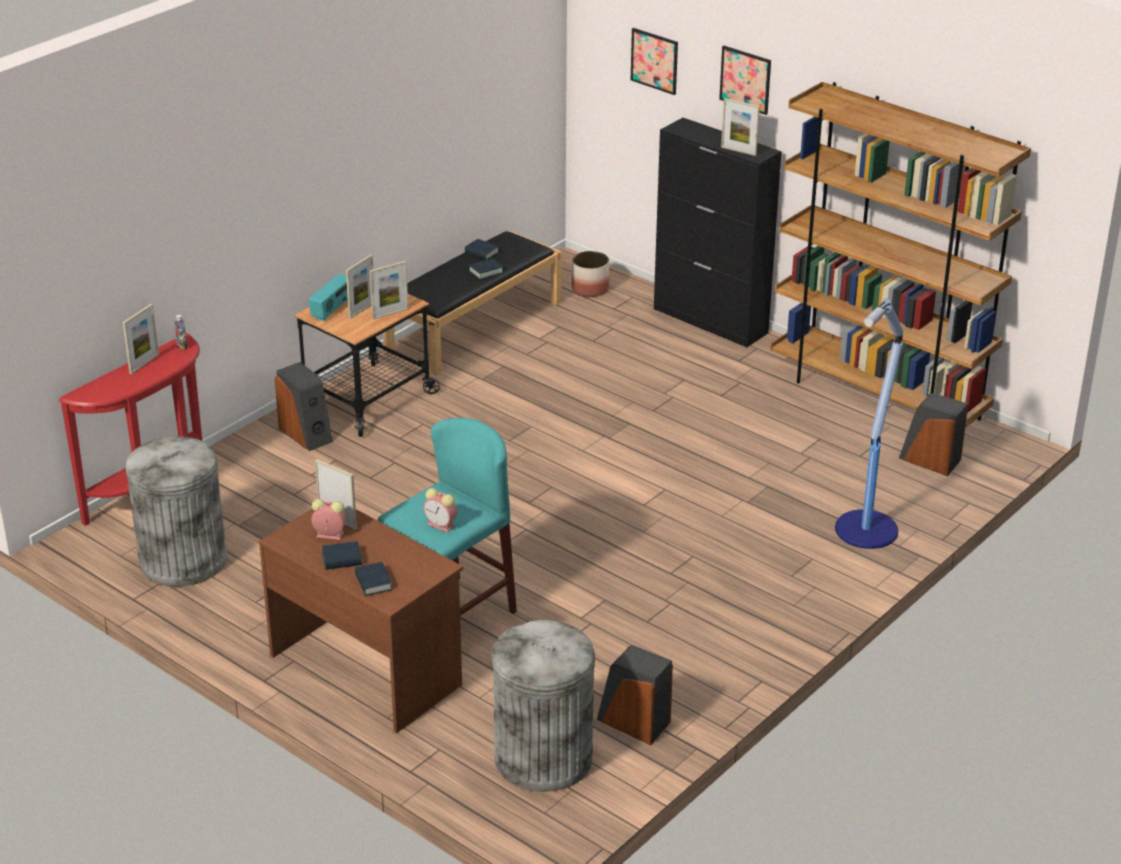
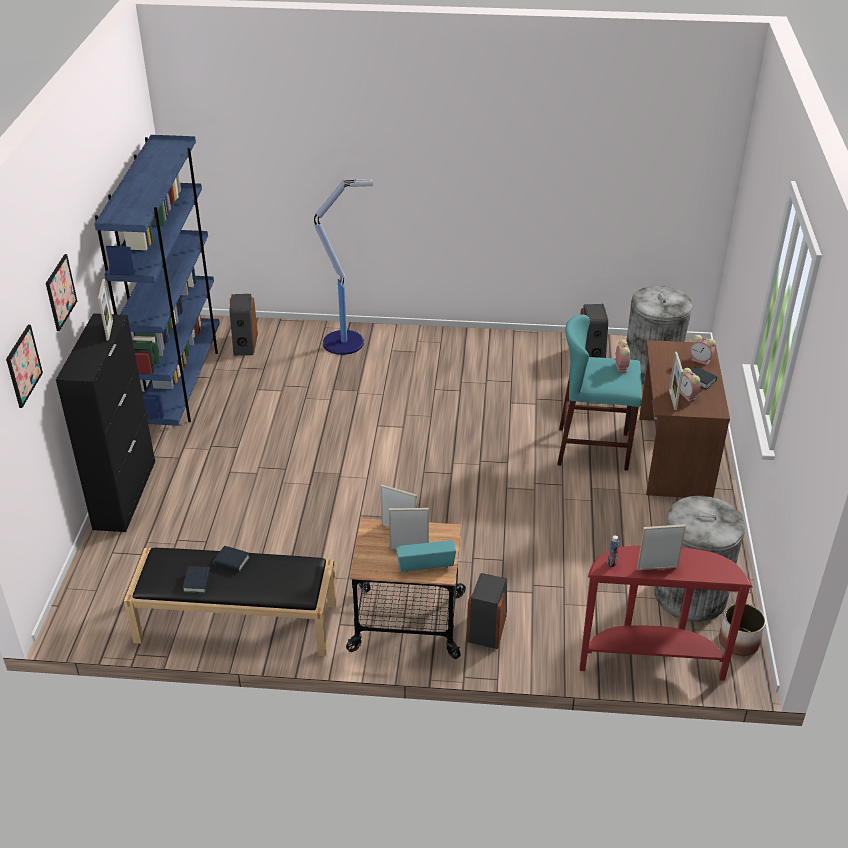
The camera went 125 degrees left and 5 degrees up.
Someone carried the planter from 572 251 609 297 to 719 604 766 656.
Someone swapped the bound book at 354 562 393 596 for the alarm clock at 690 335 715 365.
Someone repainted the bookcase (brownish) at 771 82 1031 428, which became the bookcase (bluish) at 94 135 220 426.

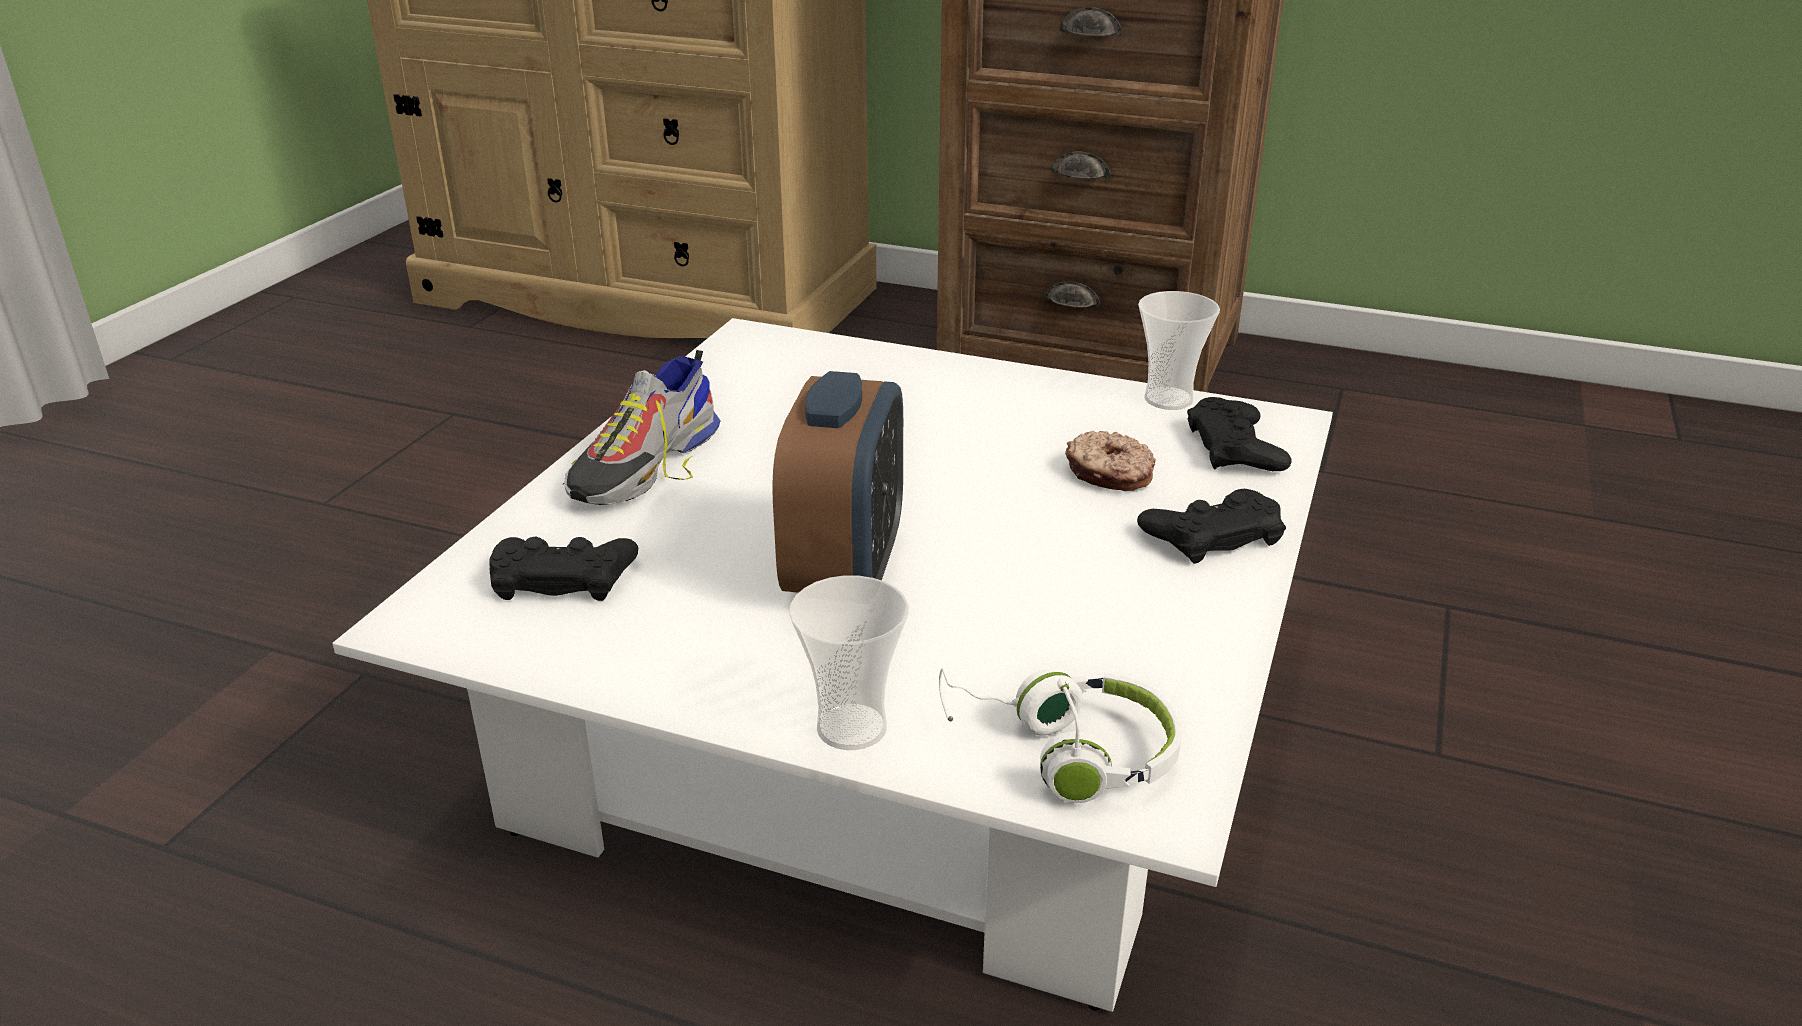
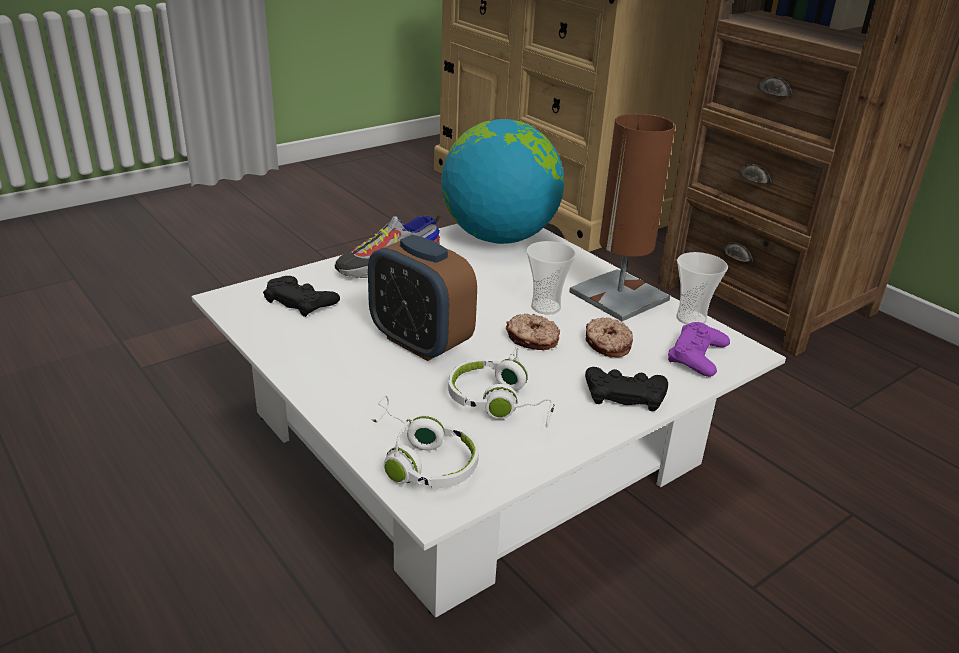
The camera went 30 degrees right and 0 degrees up.
Someone put down the world globe at 441 119 564 244.
Someone put down the pair of headphones (whitish) at 448 347 554 428.
Someone put down the ring doughnut at 506 314 560 350.
Someone put down the lamp for a table (brownish) at 569 113 675 321.
Someone carried the small cup from 789 575 909 750 to 527 241 576 315.
Someone repainted the gamepad (blackish) at 1187 397 1292 471, which became the gamepad (purplish) at 668 322 730 377.
Someone rotated the alarm clock at 772 371 903 593 by 90 degrees clockwise.

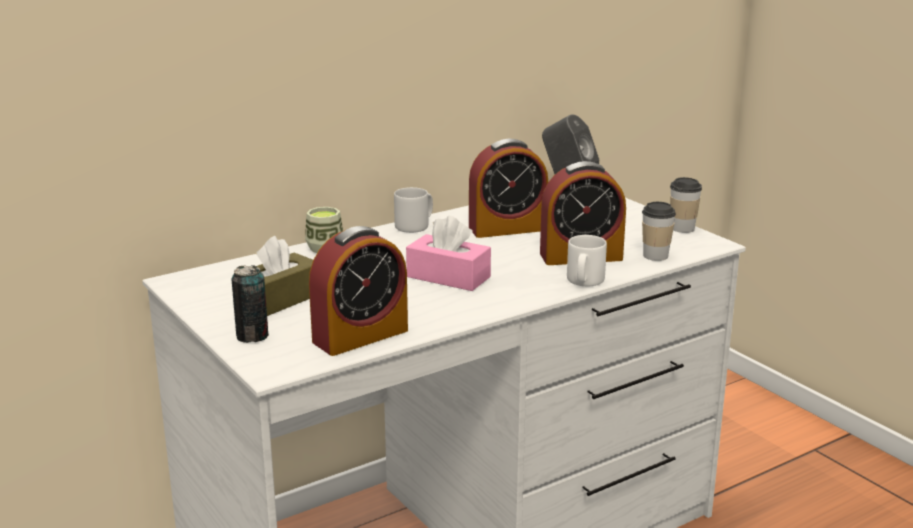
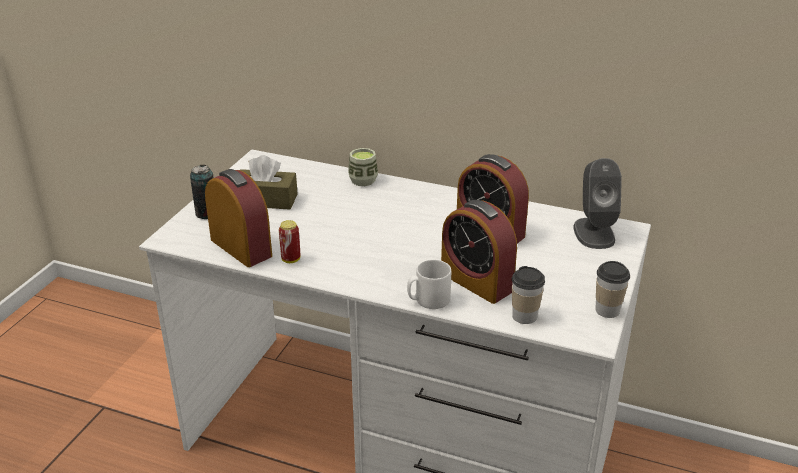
The camera went 55 degrees right and 10 degrees up.
Someone took away the tea mug (greyish) at 394 187 433 233.
Someone took away the tissue holder (pink-coloured) at 406 216 491 291.
Someone put down the can at 279 220 300 263.
Someone rotated the alarm clock at 309 226 408 356 by 150 degrees counterclockwise.

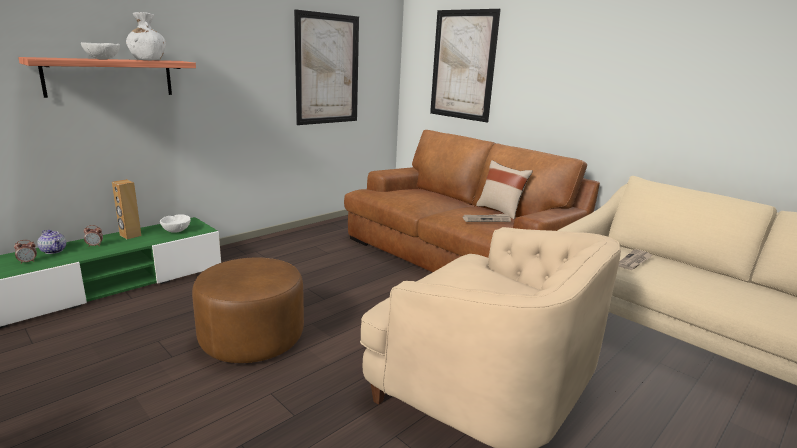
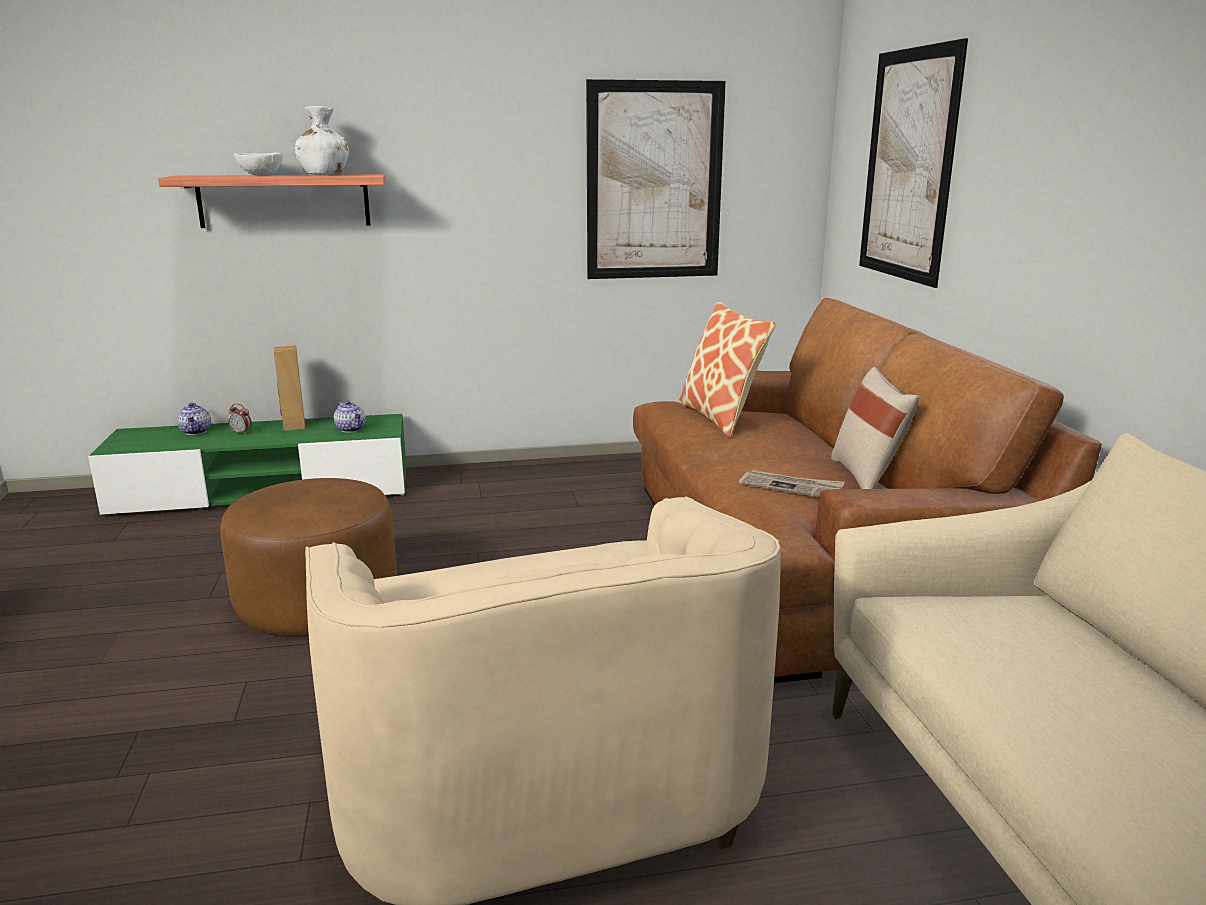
The camera went 35 degrees right and 0 degrees up.
Someone took away the alarm clock at 14 240 37 264.
Someone took away the printed paper at 619 249 653 270.
Someone put down the cushion at 678 301 776 437.
Someone swapped the serving bowl (whitish) at 160 214 191 233 for the pot for tea at 334 400 366 433.

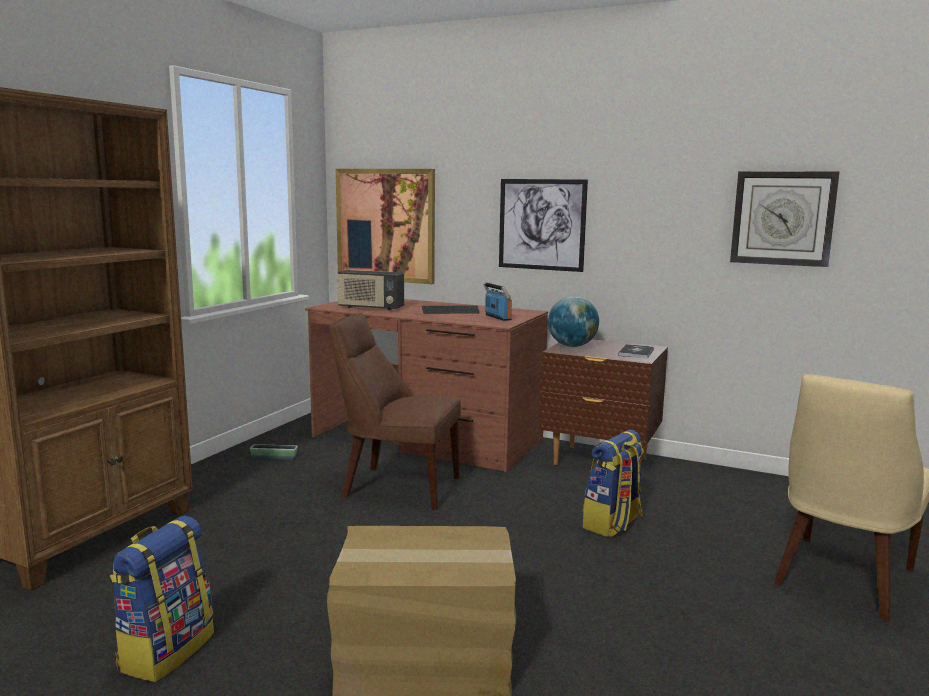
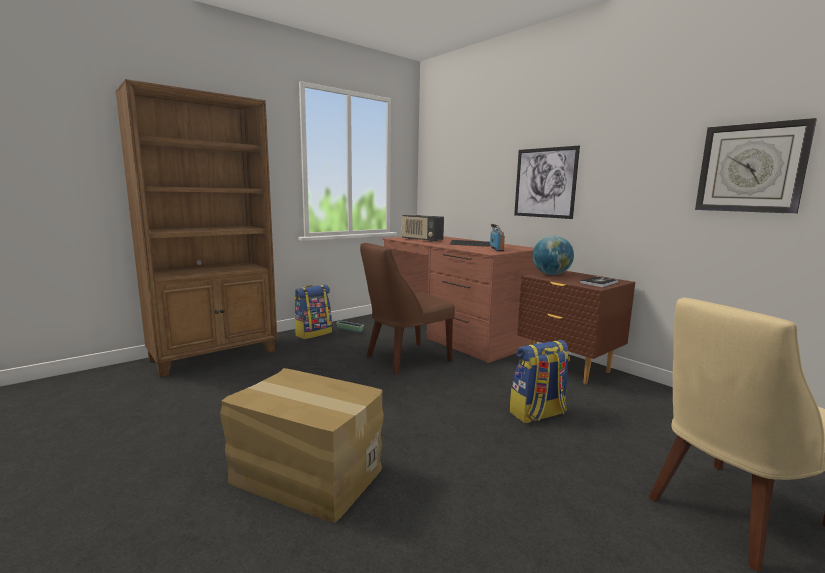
The camera went 25 degrees right and 0 degrees up.
Someone took away the wall picture at 336 169 435 284.
Someone carried the knapsack from 110 516 214 682 to 294 284 332 339.
Someone rotated the chair (brownish) at 329 313 461 510 by 75 degrees counterclockwise.

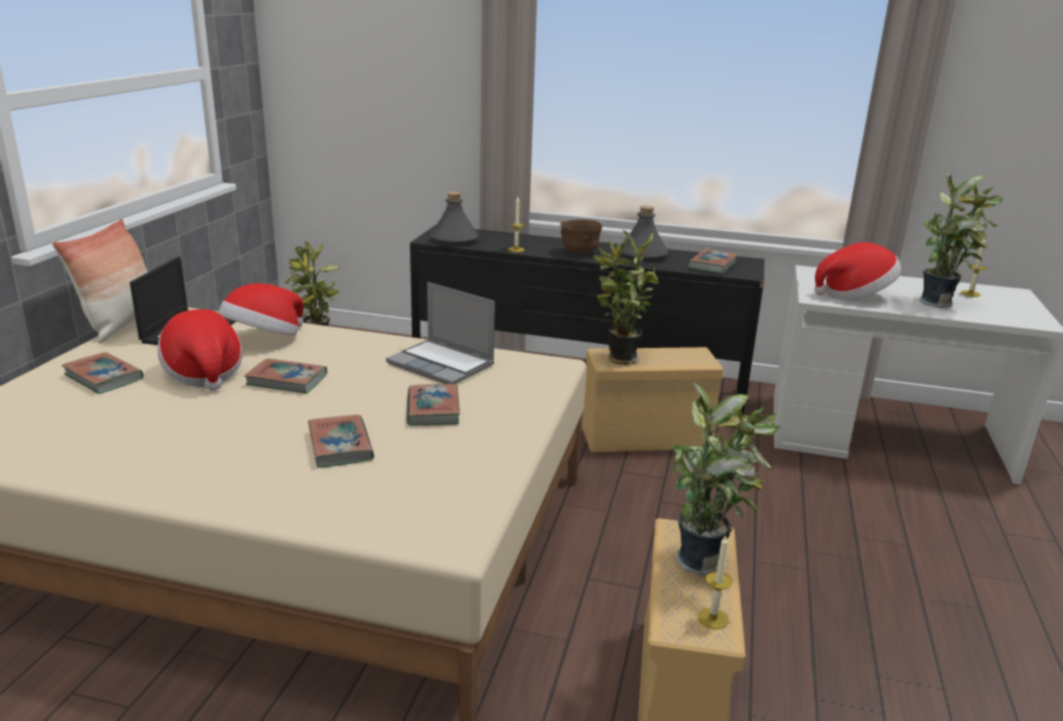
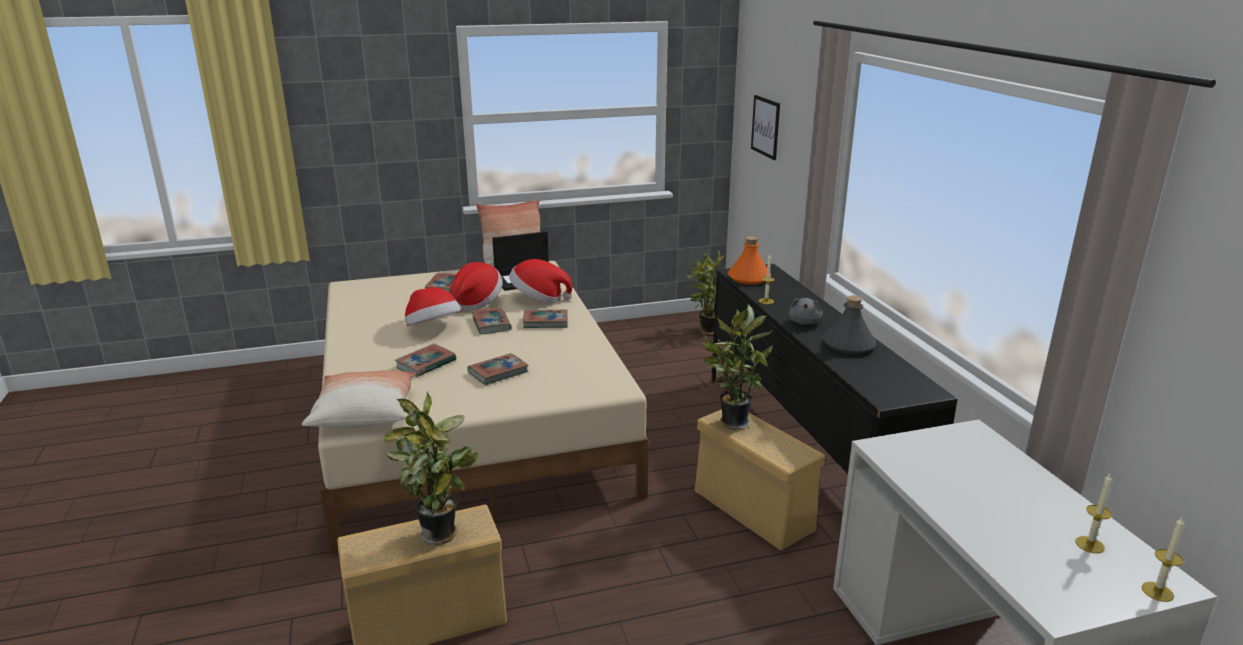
The camera went 60 degrees right and 0 degrees up.
Someone took away the notebook computer at 386 282 495 384.
Someone took away the plant in a pot at 919 170 1004 308.
Someone put down the cushion at 302 370 416 428.
Someone put up the wall picture at 751 95 780 160.
Someone carried the bound book from 687 249 738 274 to 523 310 568 328.
Someone carried the wax light from 697 534 733 629 to 1141 517 1184 602.
Someone carried the hat from 814 242 901 299 to 405 287 461 326.
Someone swapped the serving bowl (brownish) at 560 219 602 254 for the soft toy (greyish) at 789 298 823 325.
Someone repainted the drink bottle (greyish) at 430 192 478 245, which became the drink bottle (orange) at 728 236 771 285.

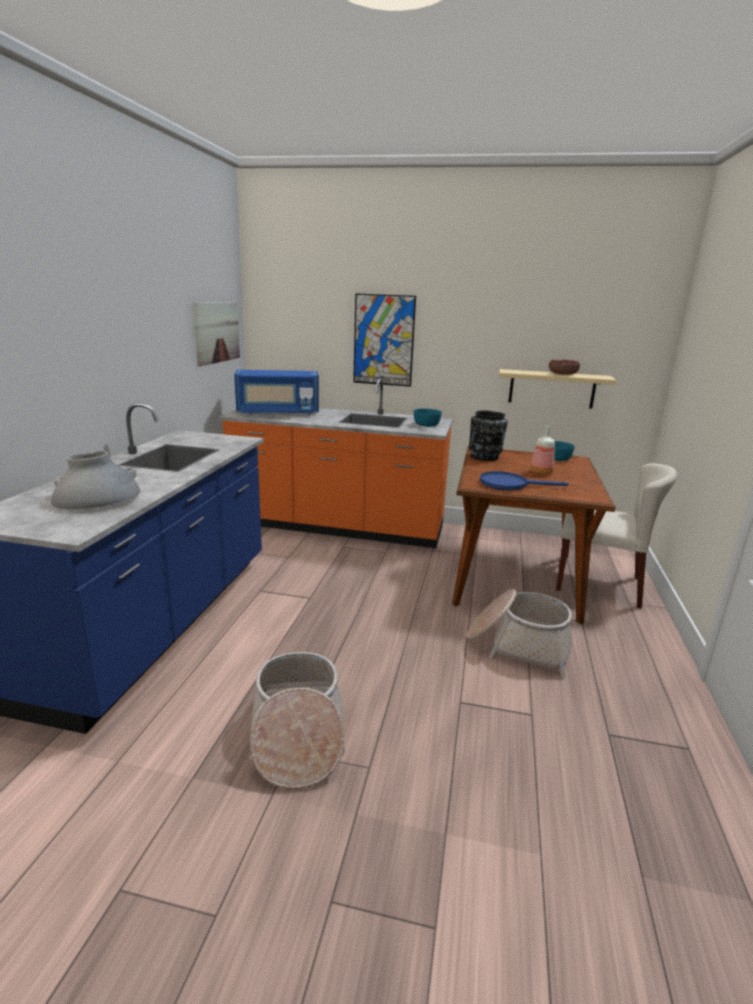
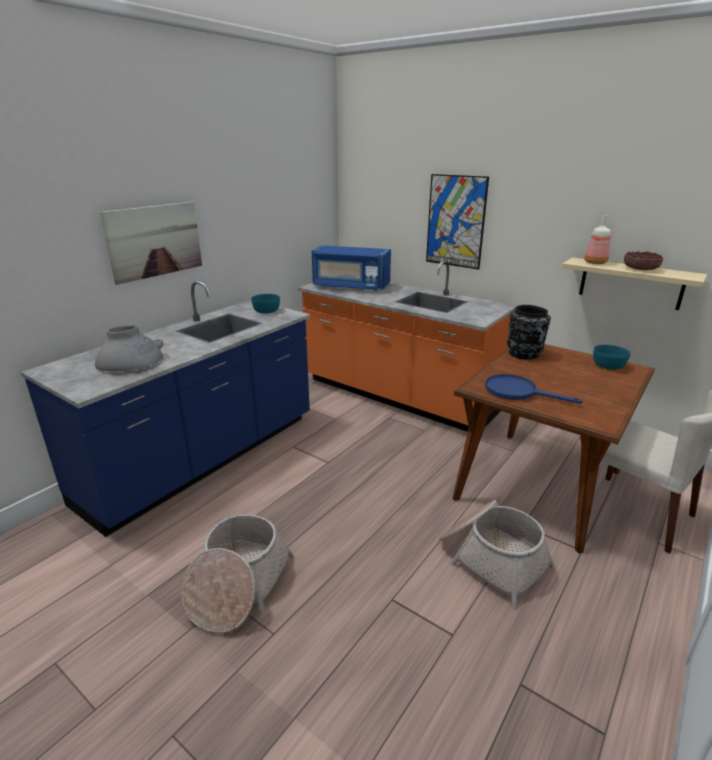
The camera went 25 degrees right and 5 degrees up.
Someone carried the wall picture from 193 302 240 367 to 100 202 202 285.
Someone carried the serving bowl (turquoise-coloured) from 414 409 442 427 to 251 294 280 314.
Someone carried the drink bottle from 530 425 555 475 to 584 215 611 264.

